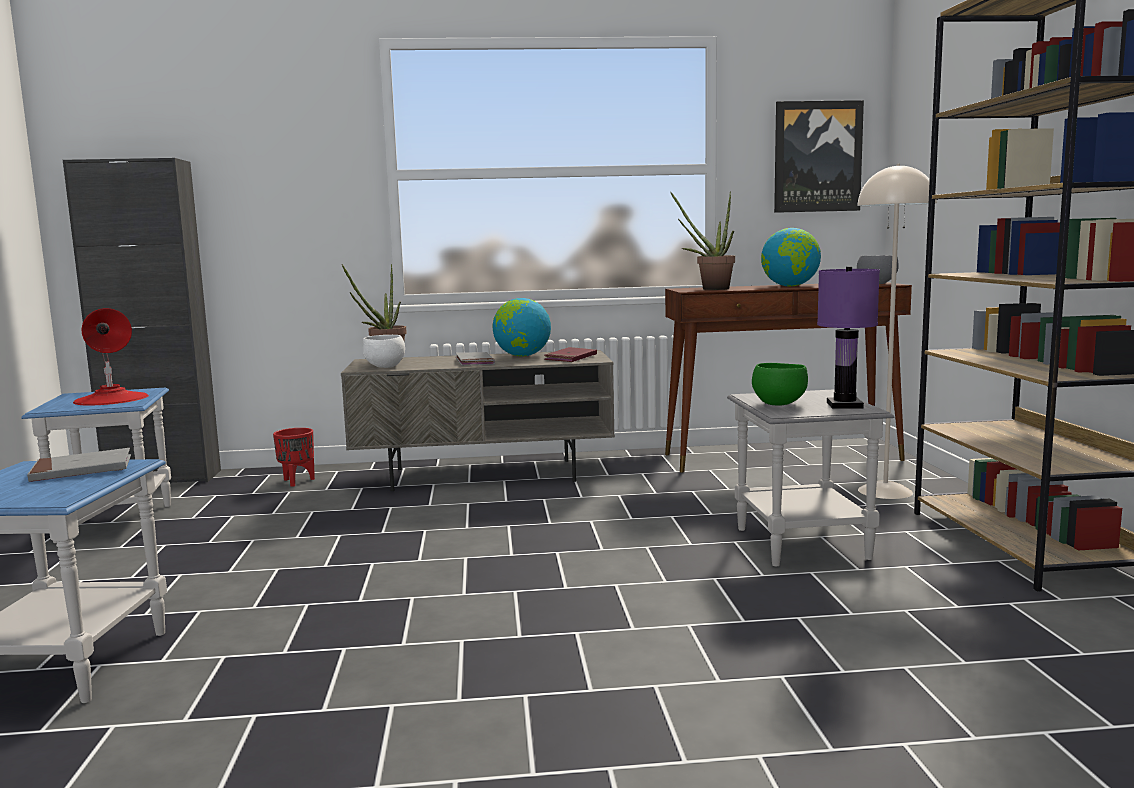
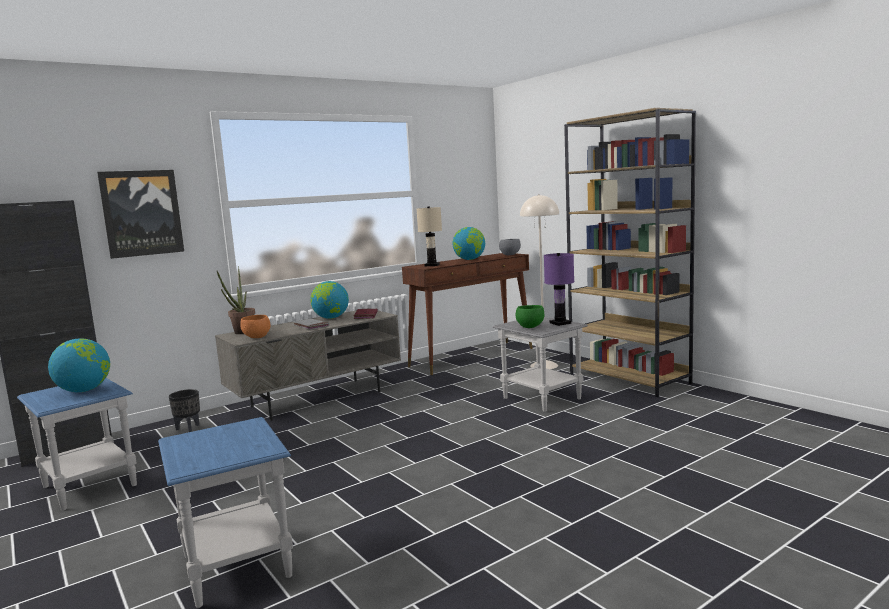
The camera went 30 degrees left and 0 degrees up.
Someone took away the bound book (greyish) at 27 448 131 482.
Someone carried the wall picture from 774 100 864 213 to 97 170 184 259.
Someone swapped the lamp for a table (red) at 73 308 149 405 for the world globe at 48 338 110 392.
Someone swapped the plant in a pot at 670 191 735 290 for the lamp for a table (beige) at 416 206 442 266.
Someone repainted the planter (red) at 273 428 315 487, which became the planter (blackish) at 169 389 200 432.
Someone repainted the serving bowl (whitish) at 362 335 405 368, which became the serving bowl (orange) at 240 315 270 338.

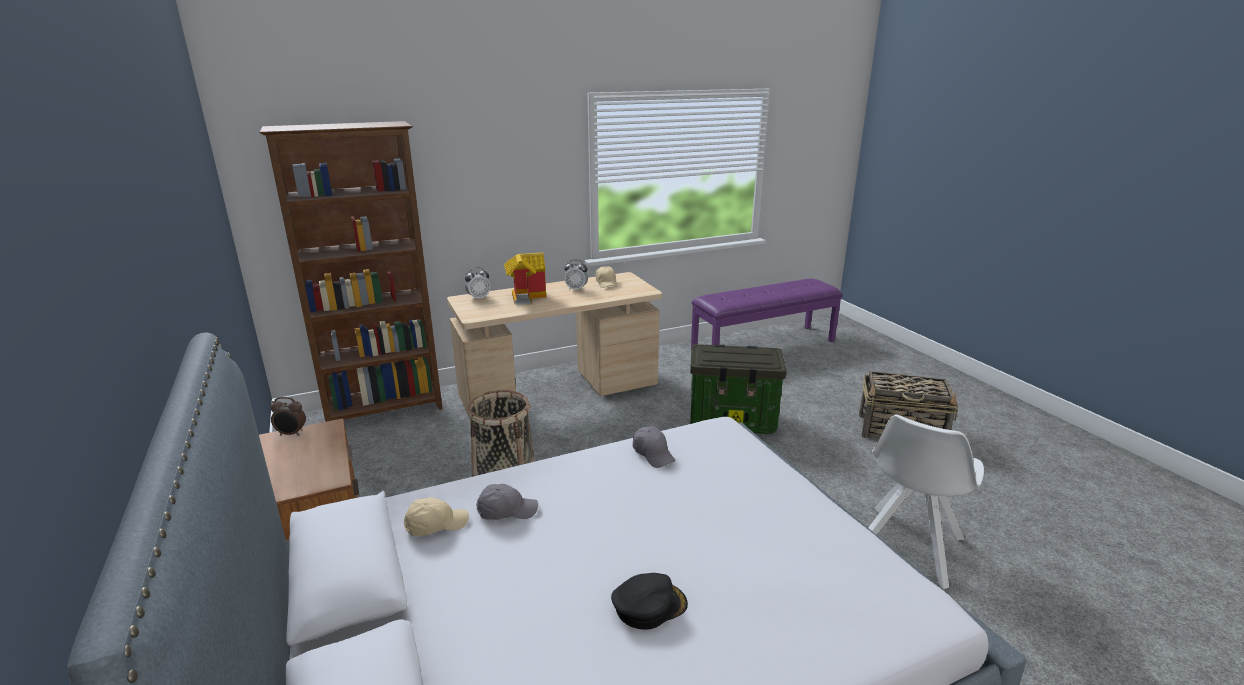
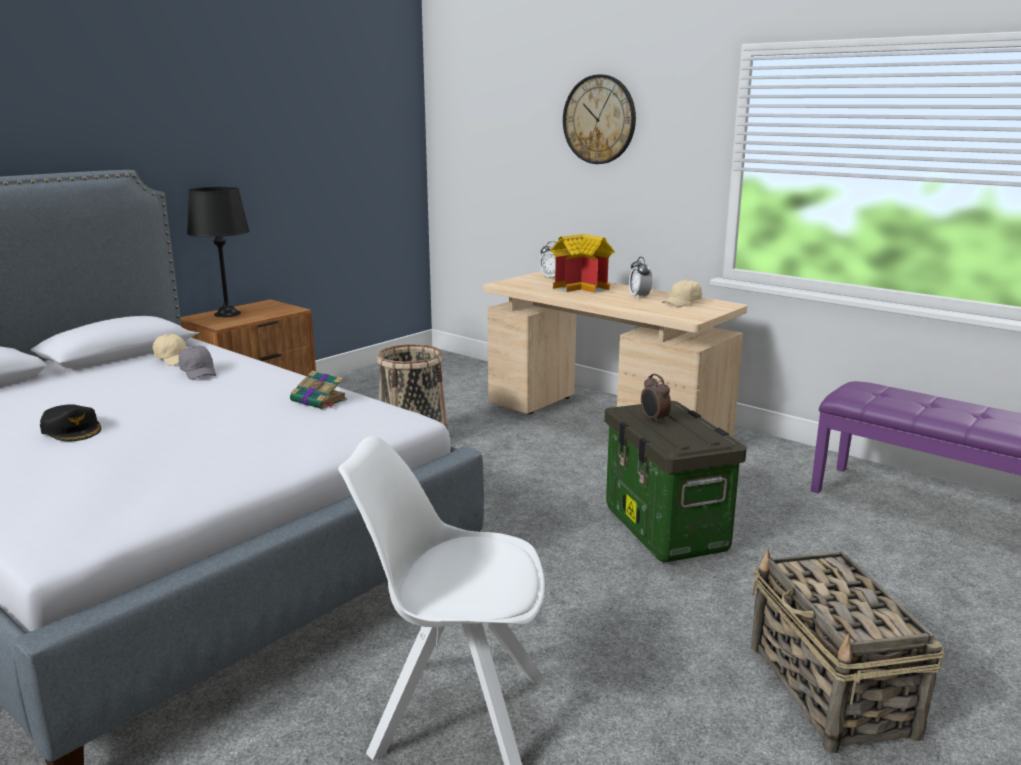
The camera went 65 degrees right and 5 degrees down.
Someone took away the bookcase (brownish) at 259 121 443 422.
Someone put down the lamp for a table (blackish) at 187 187 250 317.
Someone put up the clock on the wall at 563 74 636 164.
Someone carried the alarm clock from 270 397 306 436 to 641 374 671 424.
Someone swapped the baseball cap (greyish) at 633 426 676 468 for the bound book at 290 370 347 409.

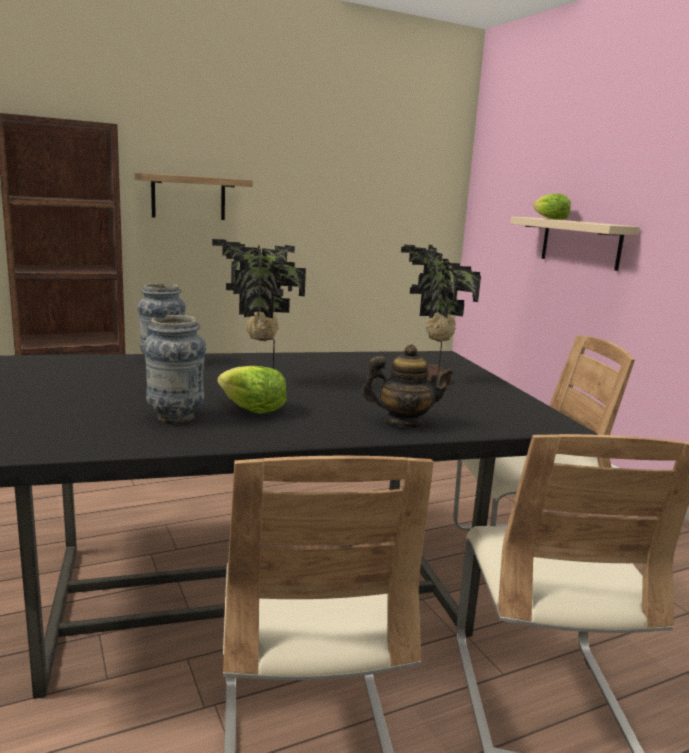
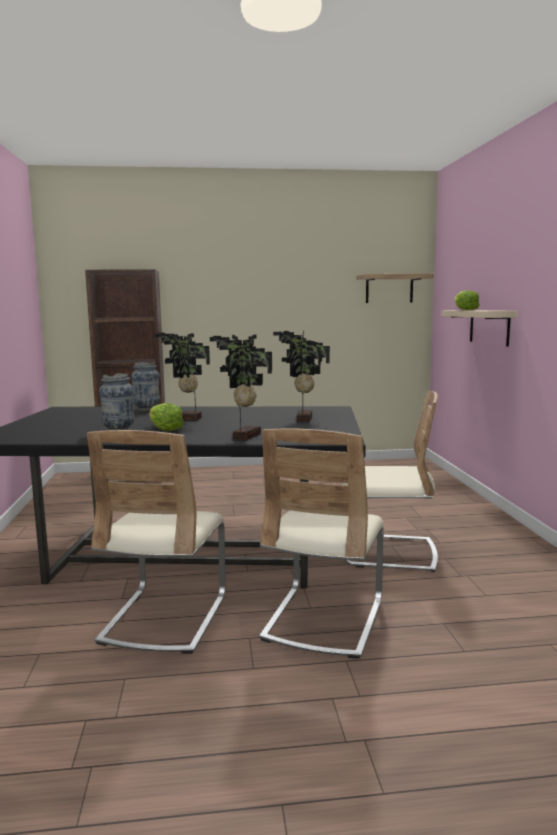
The camera went 20 degrees right and 5 degrees down.
Someone carried the wall shelf from 135 173 253 220 to 356 274 434 303.
Someone swapped the pot for tea at 361 344 454 428 for the plant in a pot at 210 335 272 440.

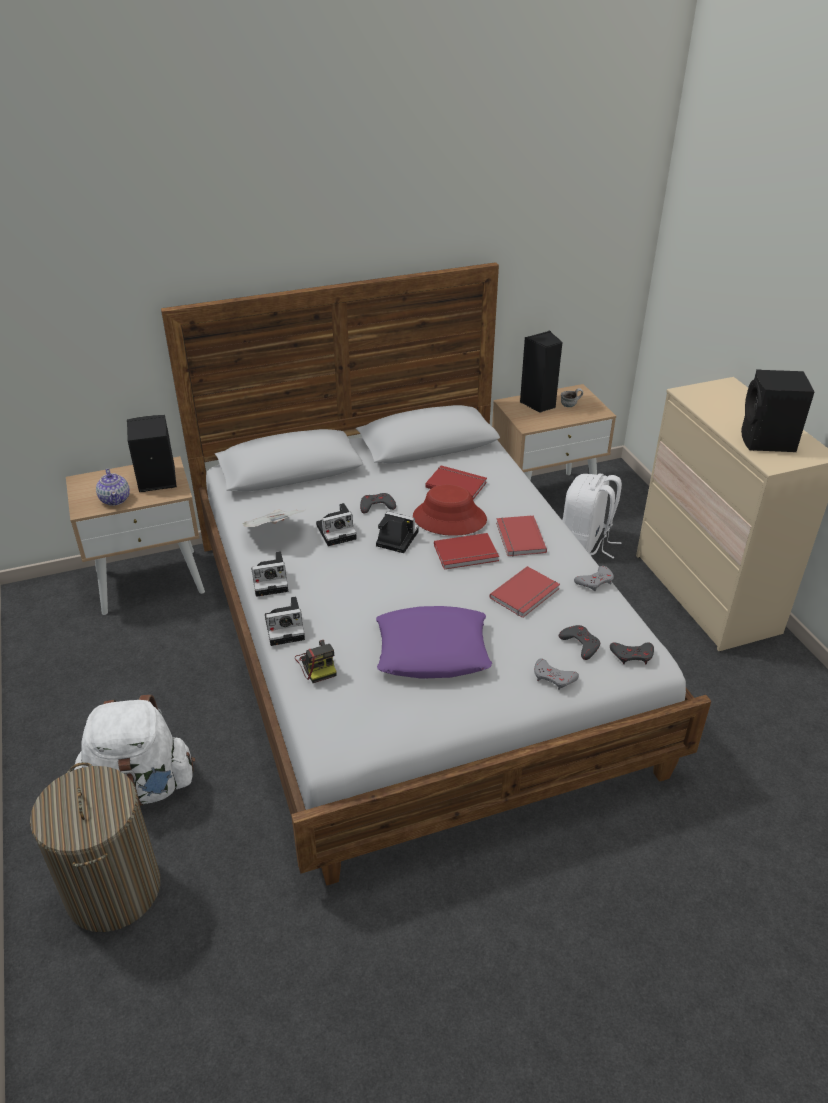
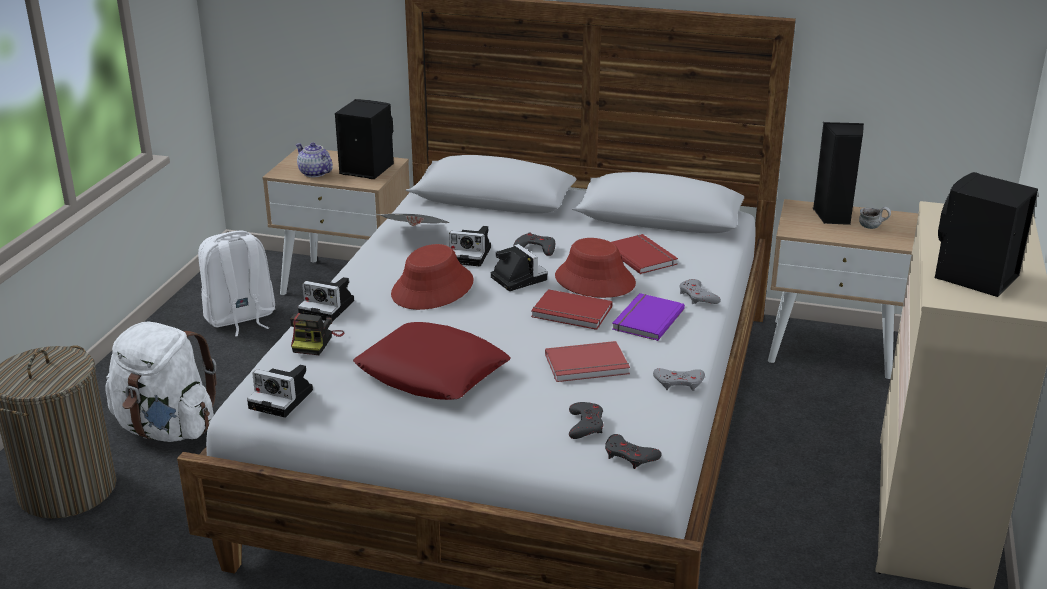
The camera went 35 degrees right and 10 degrees down.
Someone put down the hat (red) at 391 244 474 310.
Someone carried the still camera from 251 551 288 597 to 247 365 313 417.
Someone carried the gamepad (greyish) from 534 658 579 690 to 679 279 721 304.
Someone carried the knapsack (whitish) from 562 473 622 558 to 198 231 276 337.
Someone repainted the cushion (purplish) at 376 606 492 679, which became the cushion (red) at 353 322 511 400.
Someone repainted the bound book (red) at 496 515 547 556, which became the bound book (purplish) at 612 293 685 341.
Someone rotated the pot for tea at 96 469 130 506 by 120 degrees clockwise.

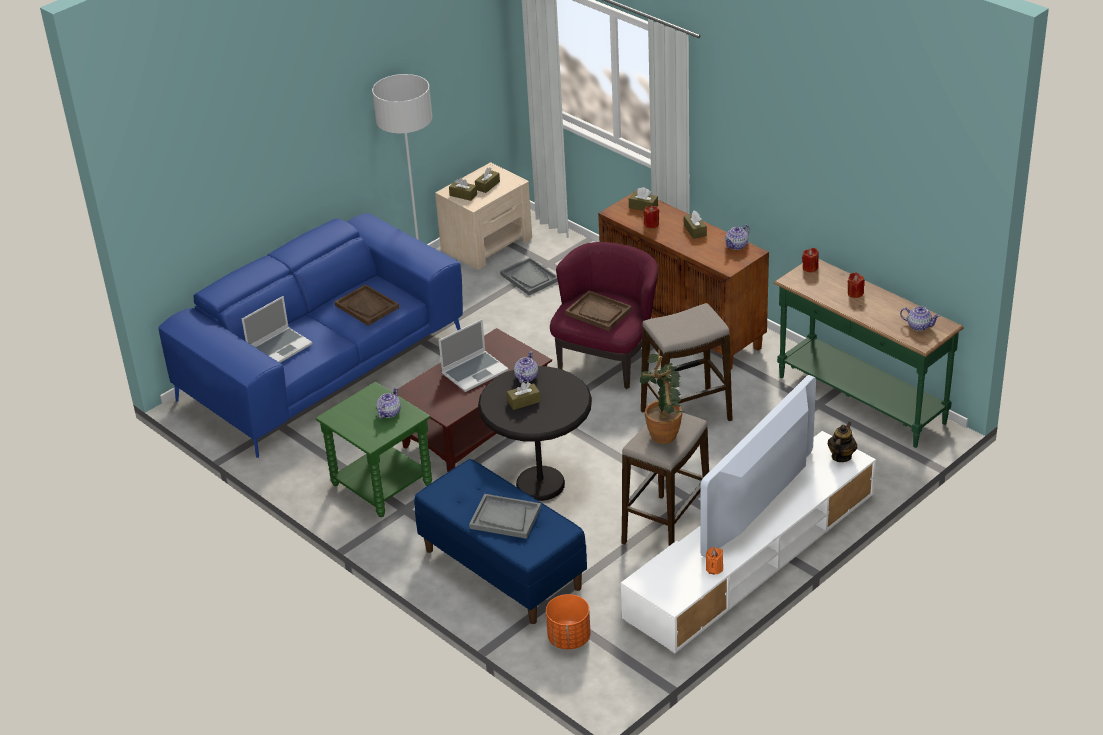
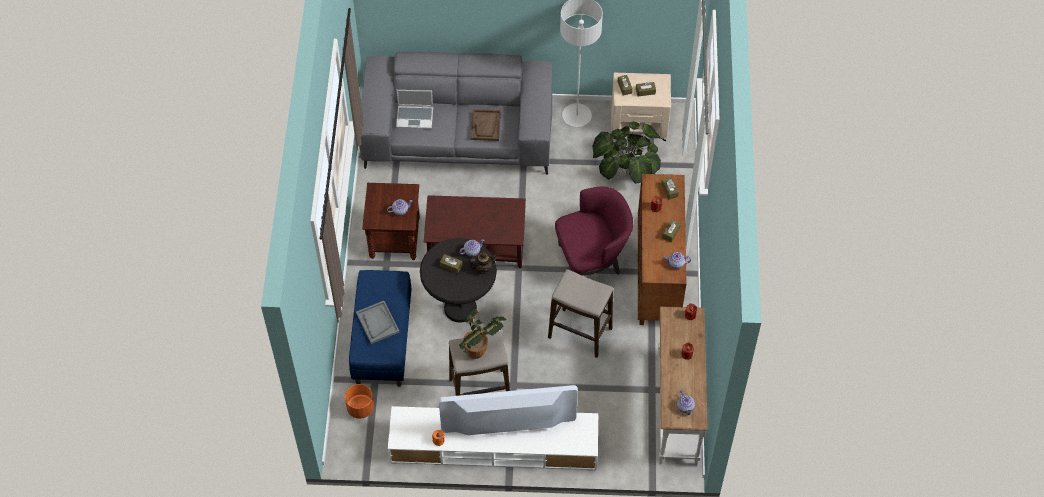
The camera went 45 degrees right and 20 degrees up.
Someone took away the notebook computer at 439 319 508 392.
Someone took away the tray (brownish) at 565 291 632 331.
Someone carried the pot for tea from 828 422 857 462 to 469 253 497 274.
Someone swapped the tray (greyish) at 500 257 558 295 for the plant in a pot at 592 121 666 184.
Someone repainted the settee (bluish) at 158 213 463 458, which became the settee (greyish) at 359 52 552 174.
Someone repainted the accent table (green-coloured) at 316 382 432 517, which became the accent table (brownish) at 362 183 420 260.
Someone repainted the narrow table (green-coloured) at 773 259 964 448, which became the narrow table (whitish) at 658 306 708 466.

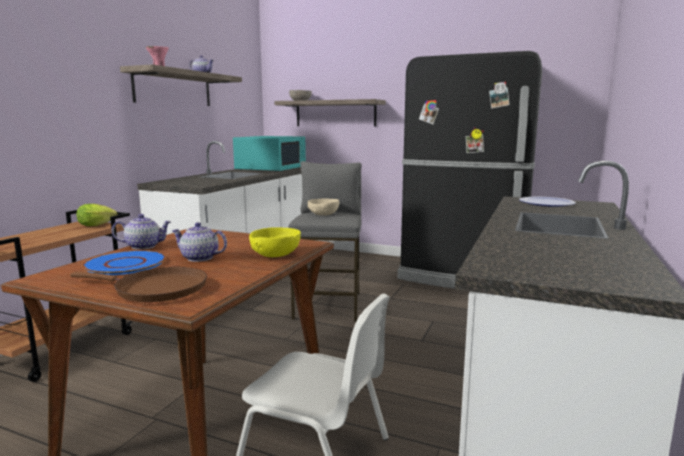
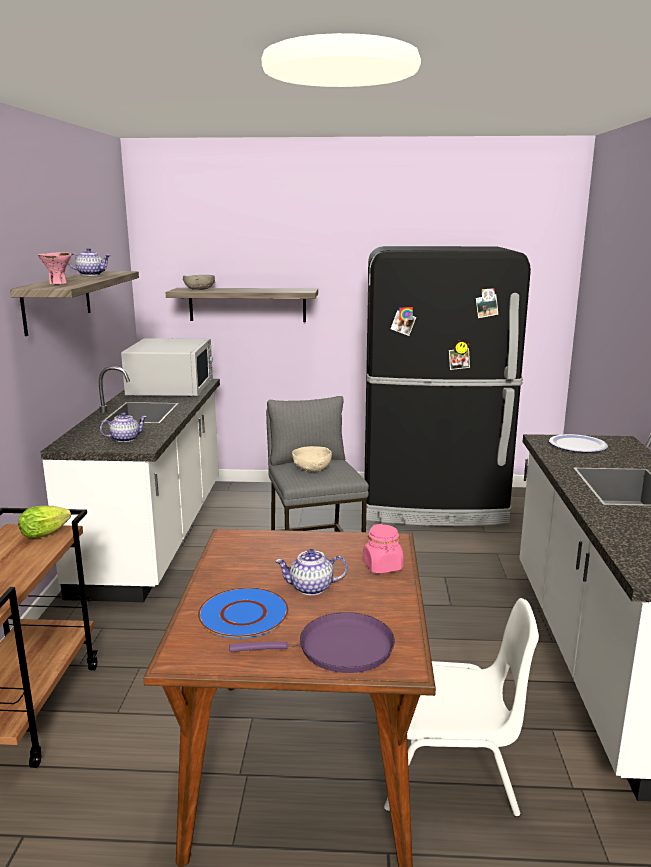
The camera went 20 degrees left and 5 degrees up.
Someone carried the pot for tea from 111 214 172 250 to 100 412 147 442.
Someone swapped the serving bowl (yellowish) at 249 227 301 257 for the jar (pink-coloured) at 363 524 403 574.
Someone repainted the frying pan (brownish) at 70 267 207 302, which became the frying pan (purplish) at 229 612 395 673.
Someone repainted the microwave oven (turquoise-coloured) at 233 136 306 172, which became the microwave oven (whitish) at 121 338 213 397.

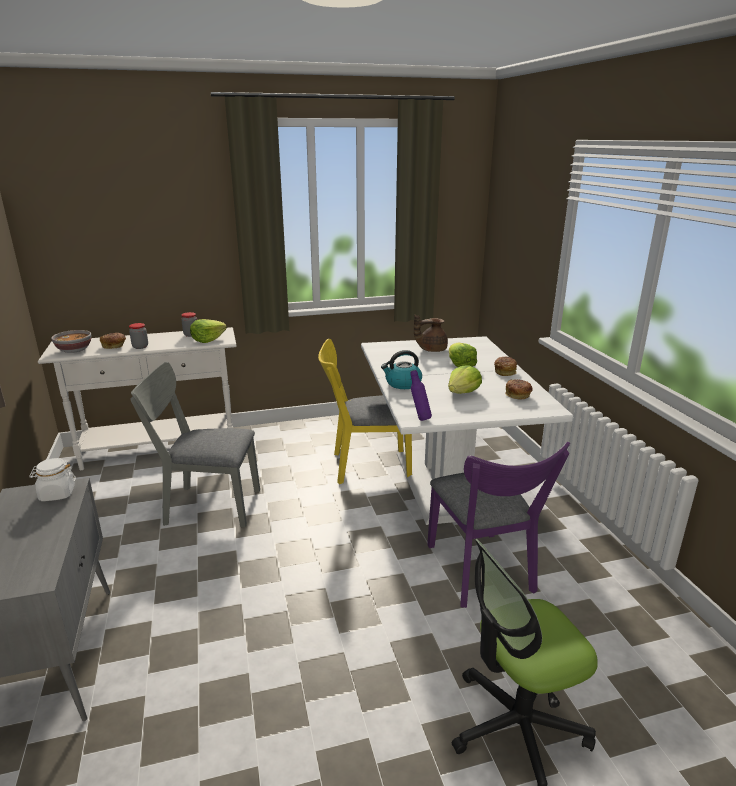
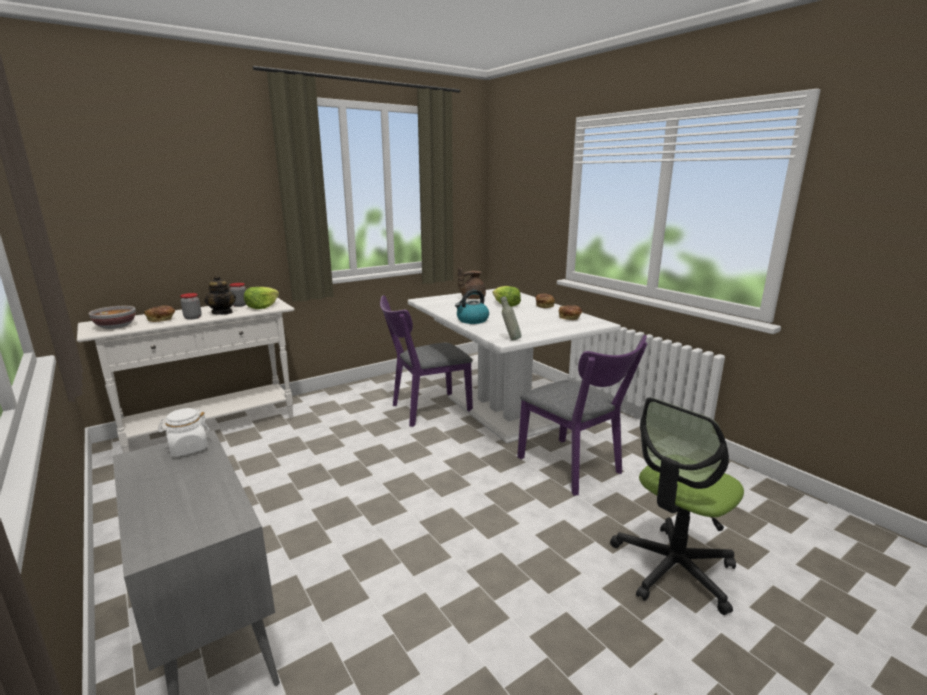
The camera went 20 degrees left and 5 degrees down.
Someone took away the chair (greyish) at 131 362 260 527.
Someone took away the head of lettuce at 448 365 482 394.
Someone put down the pot for tea at 204 275 236 315.
Someone repainted the chair (yellowish) at 318 339 412 484, which became the chair (purplish) at 380 295 473 427.
Someone repainted the drink bottle (purplish) at 410 370 432 421, which became the drink bottle (greyish) at 501 296 522 340.

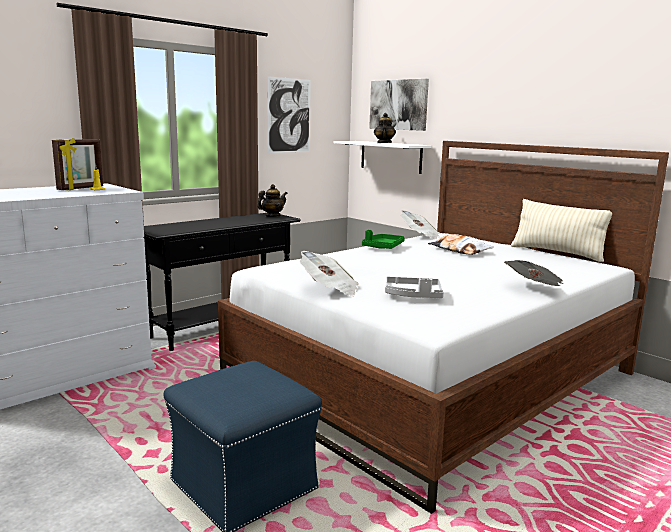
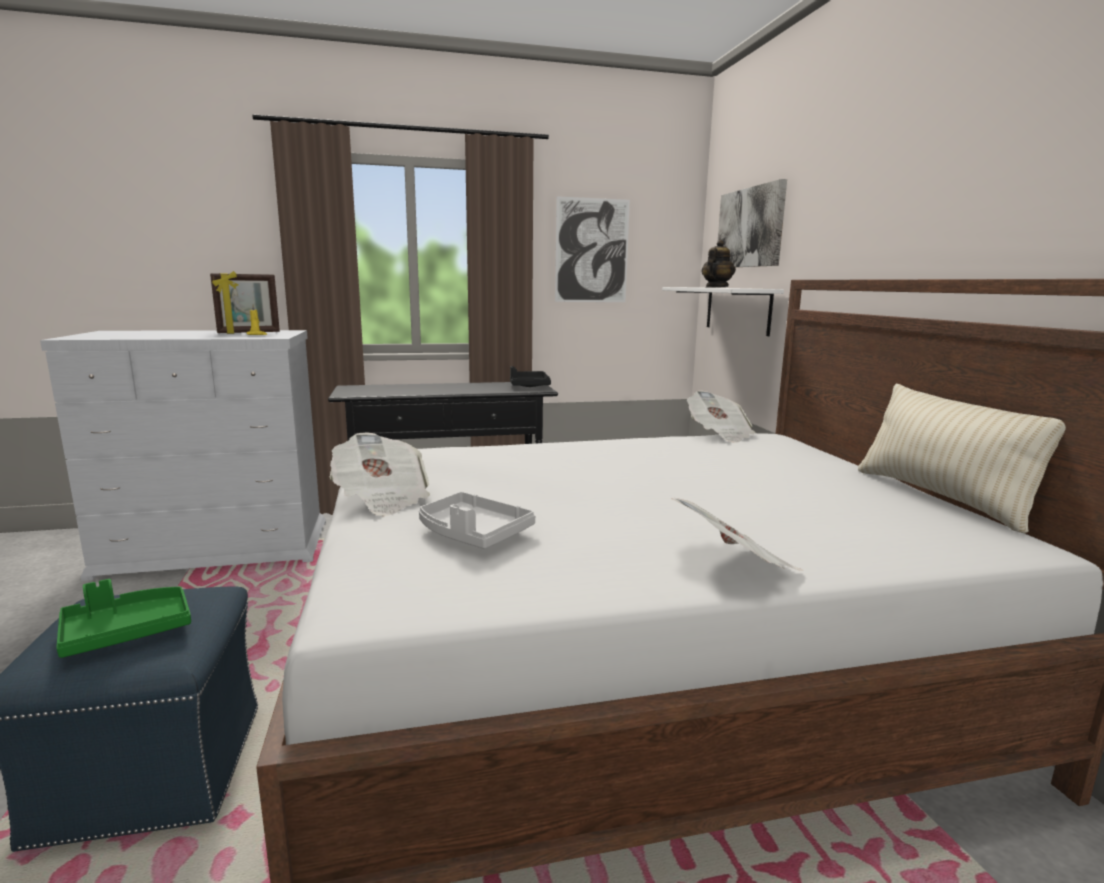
The camera went 30 degrees right and 0 degrees up.
Someone took away the cushion at 428 234 494 255.
Someone carried the tray (green-coloured) from 362 230 405 249 to 56 579 191 658.
Someone swapped the pot for tea at 257 184 288 217 for the tray (blackish) at 510 366 551 387.

